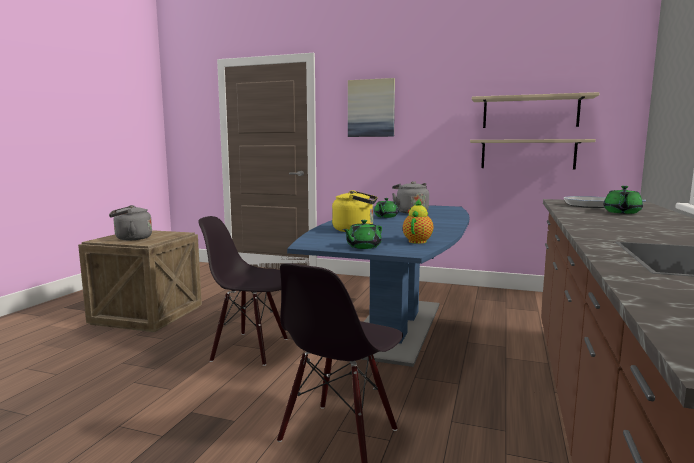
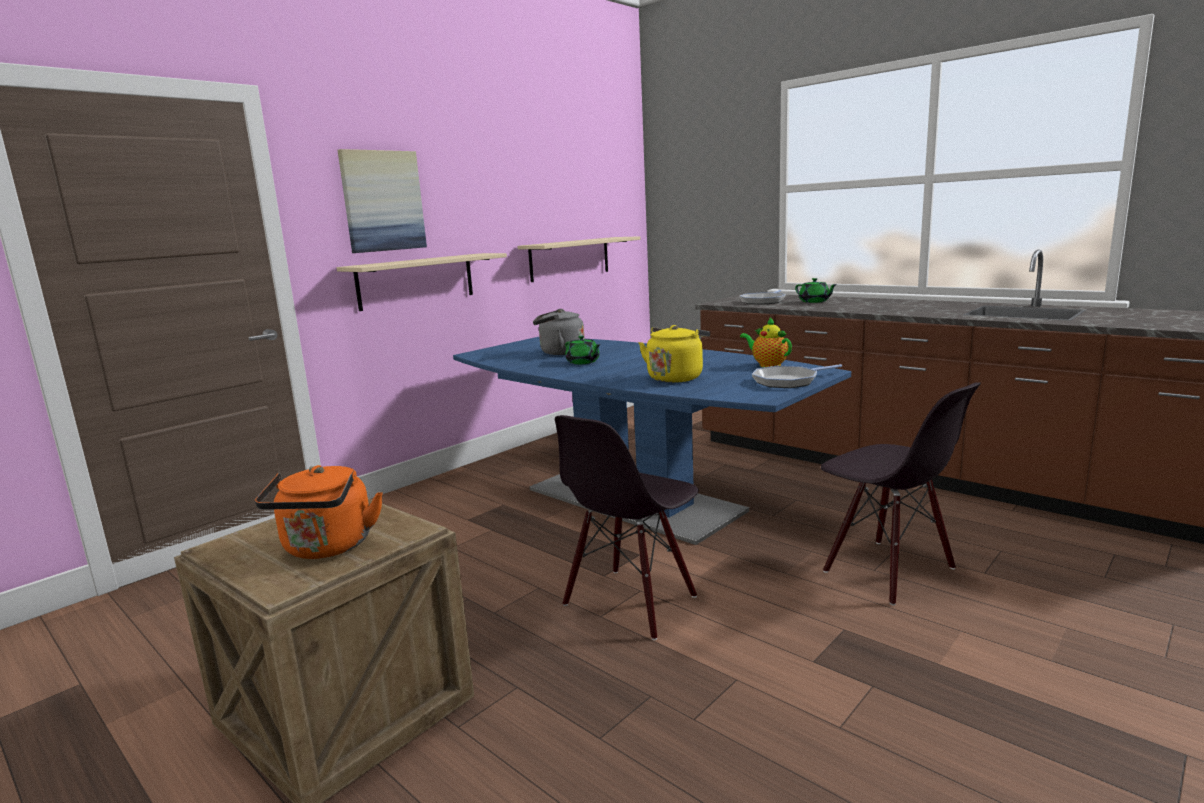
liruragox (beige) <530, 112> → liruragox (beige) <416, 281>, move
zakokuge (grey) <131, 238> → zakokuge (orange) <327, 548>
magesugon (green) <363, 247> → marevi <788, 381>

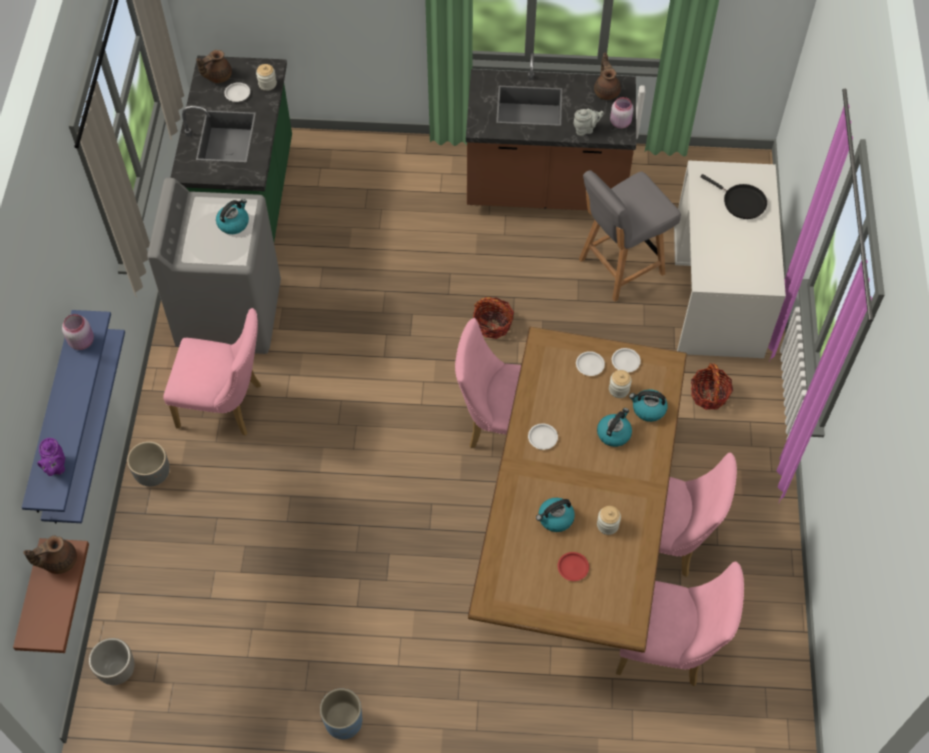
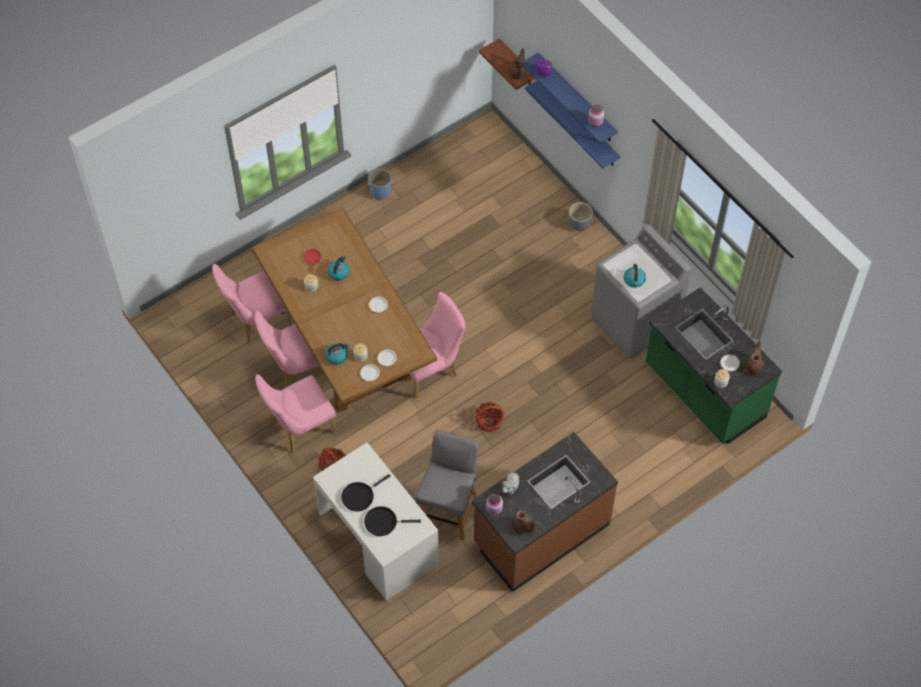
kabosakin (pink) <226, 406> → kabosakin (pink) <299, 428>, move
zakokuge <614, 433> → -
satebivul <117, 671> → -
- → marevi (black) <359, 496>

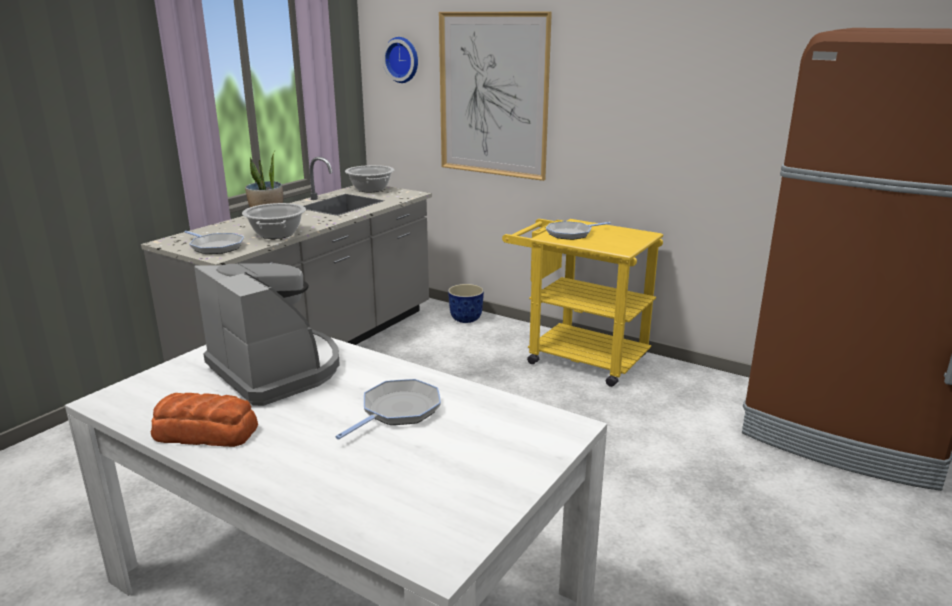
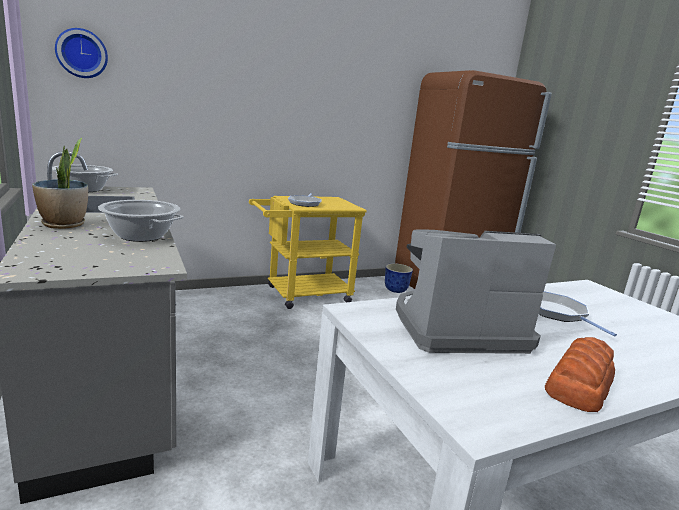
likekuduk <493, 95> → -
marevi <215, 247> → -
satebivul <466, 319> → satebivul <395, 290>, move

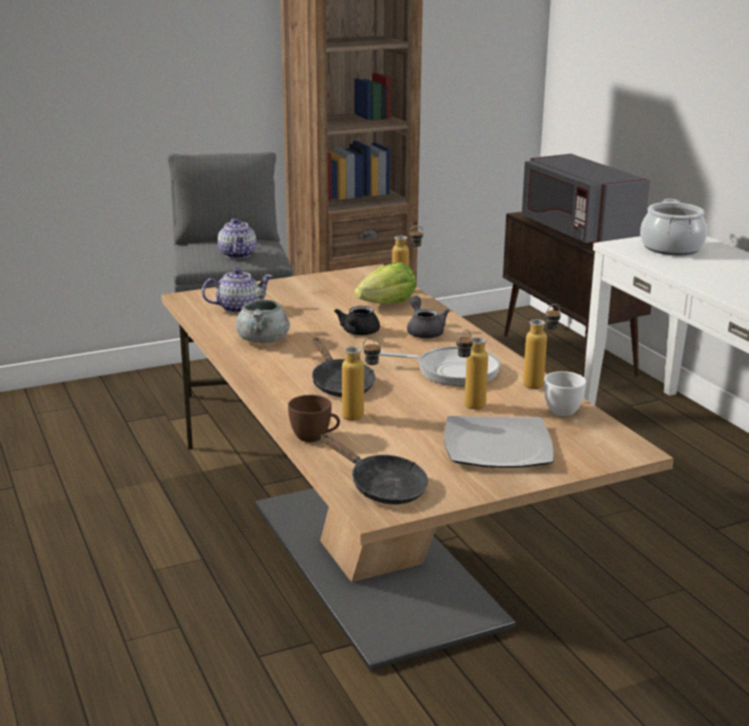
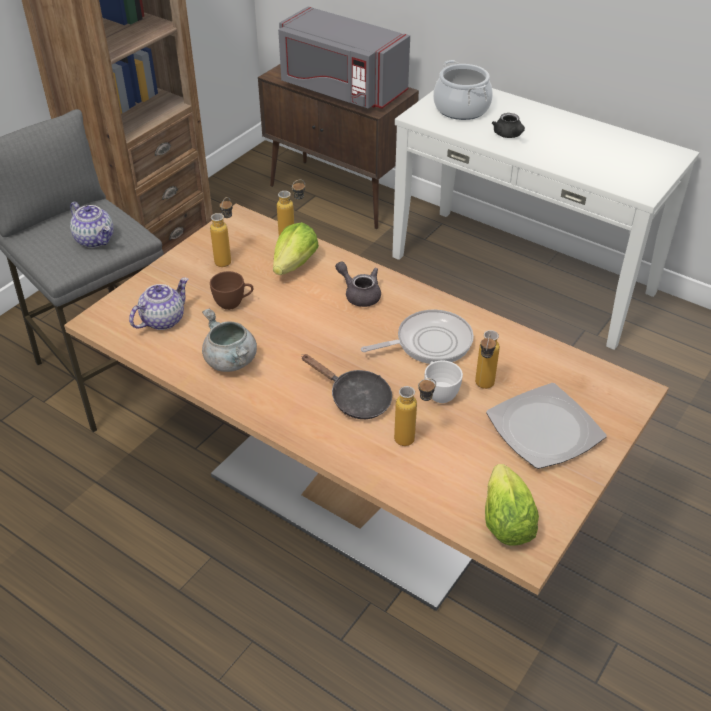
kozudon <540, 383> → kozudon <227, 259>, move
magesugon (black) <358, 333> → magesugon (black) <509, 135>, move
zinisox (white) <562, 409> → zinisox (white) <439, 392>, move
zinisox (brown) <315, 437> → zinisox (brown) <233, 303>, move
marevi (black) <382, 487> → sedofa <506, 522>

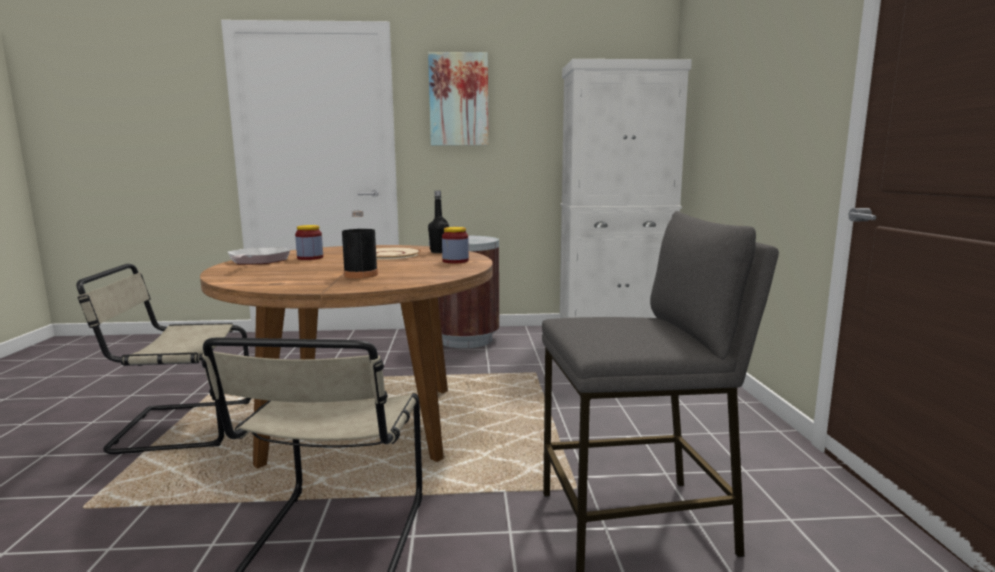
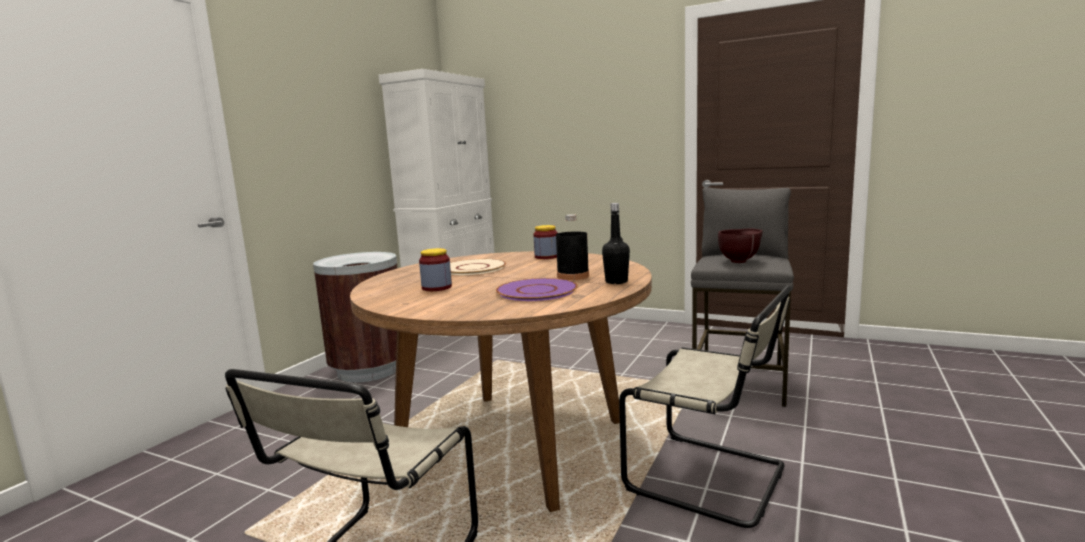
likekuduk <458, 100> → -
kozudon (black) <439, 252> → kozudon (black) <616, 282>, move
marevi <257, 261> → -
- → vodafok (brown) <740, 261>
- → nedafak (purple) <537, 291>

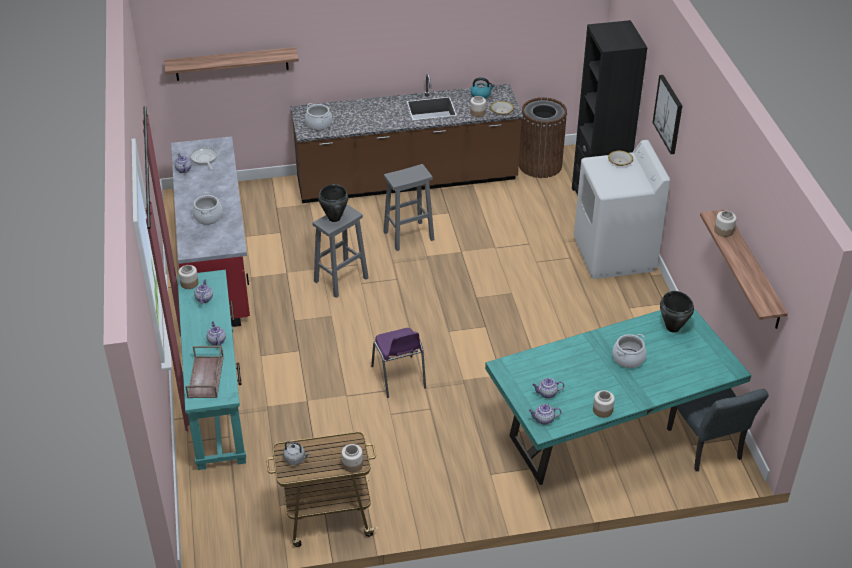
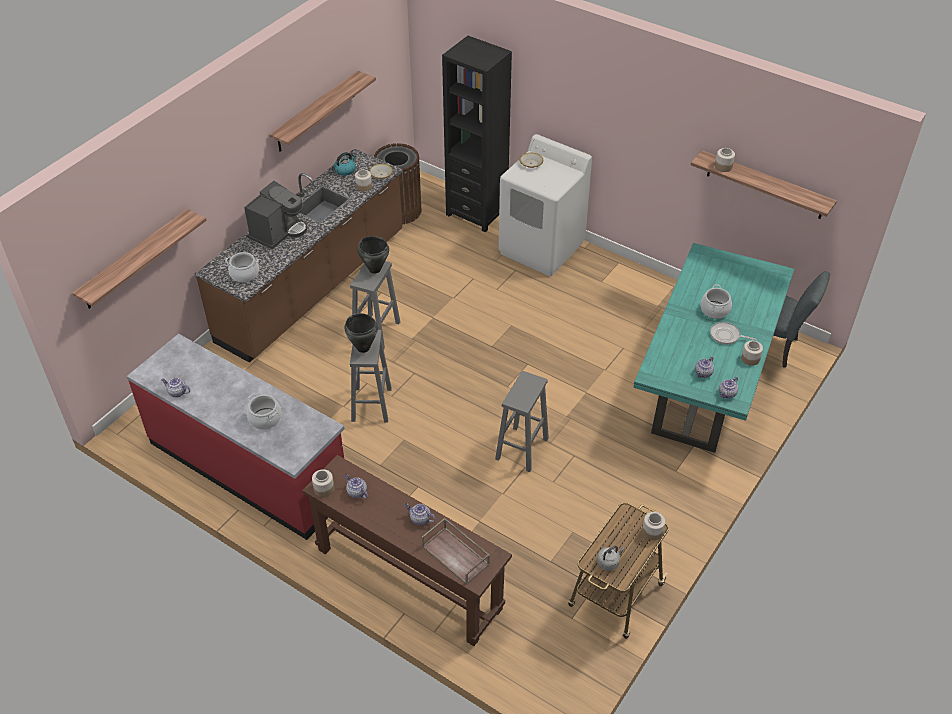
likekuduk <669, 114> → -
marevi <204, 159> → marevi <726, 336>, move
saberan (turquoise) <216, 400> → saberan (brown) <408, 578>
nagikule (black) <673, 327> → nagikule (black) <374, 269>, move
kabosakin (purple) <399, 378> → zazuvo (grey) <521, 449>
- → liruragox <316, 112>
- → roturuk <278, 232>

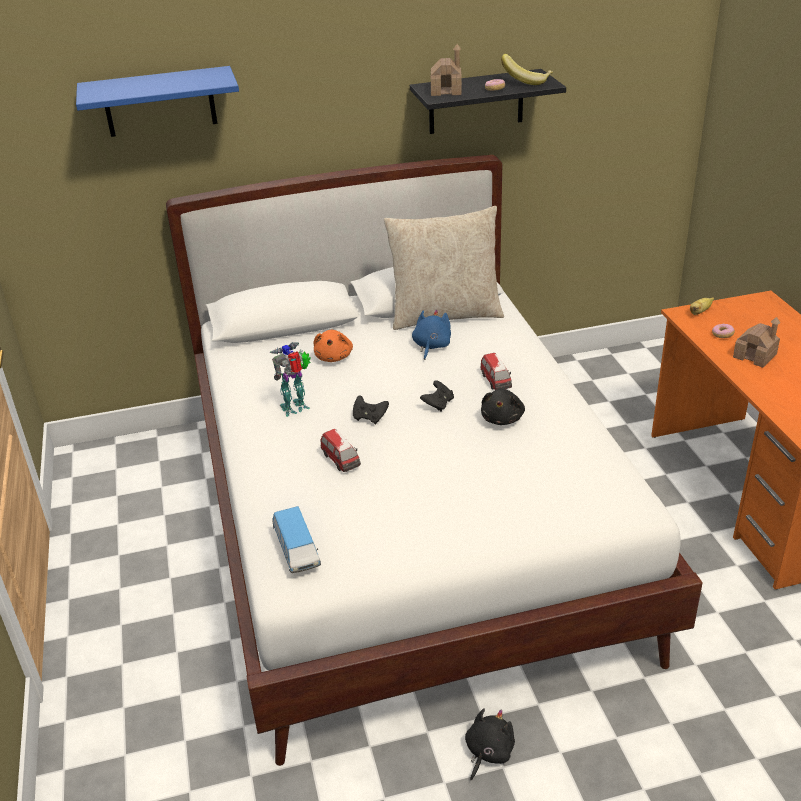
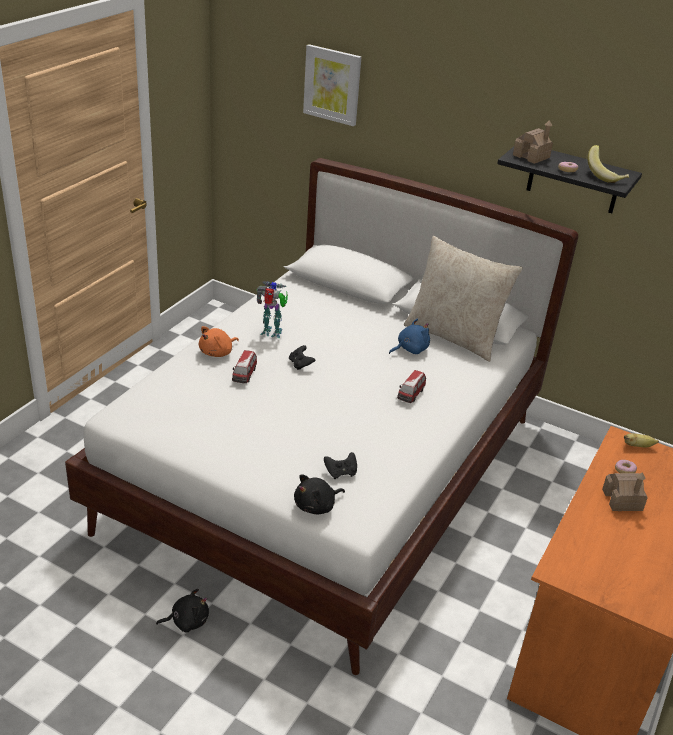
liruragox (blue) <159, 102> → likekuduk <332, 85>
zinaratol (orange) <334, 357> → zinaratol (orange) <217, 352>, move
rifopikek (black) <438, 404> → rifopikek (black) <340, 473>, move
zinaratol (black) <502, 418> → zinaratol (black) <316, 506>, move
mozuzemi <297, 550> → -

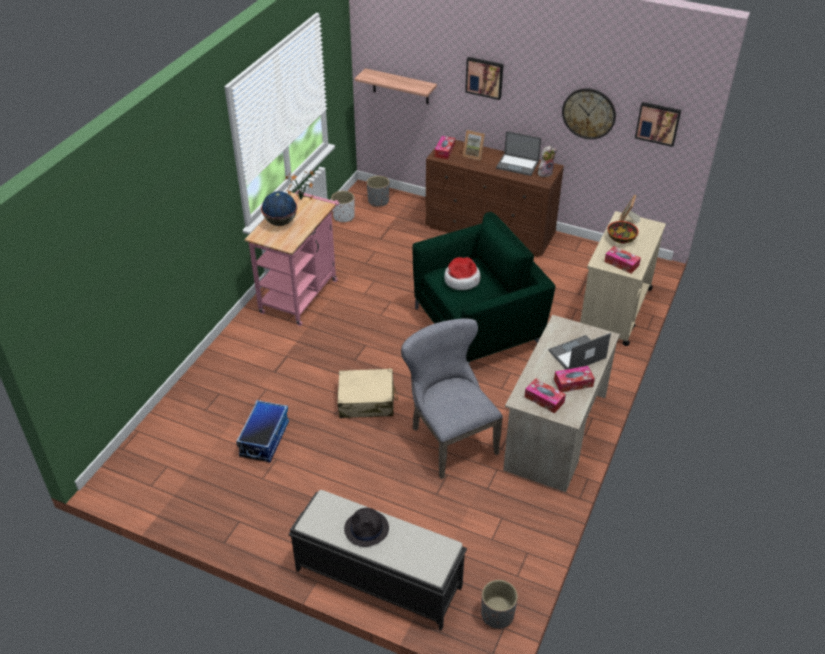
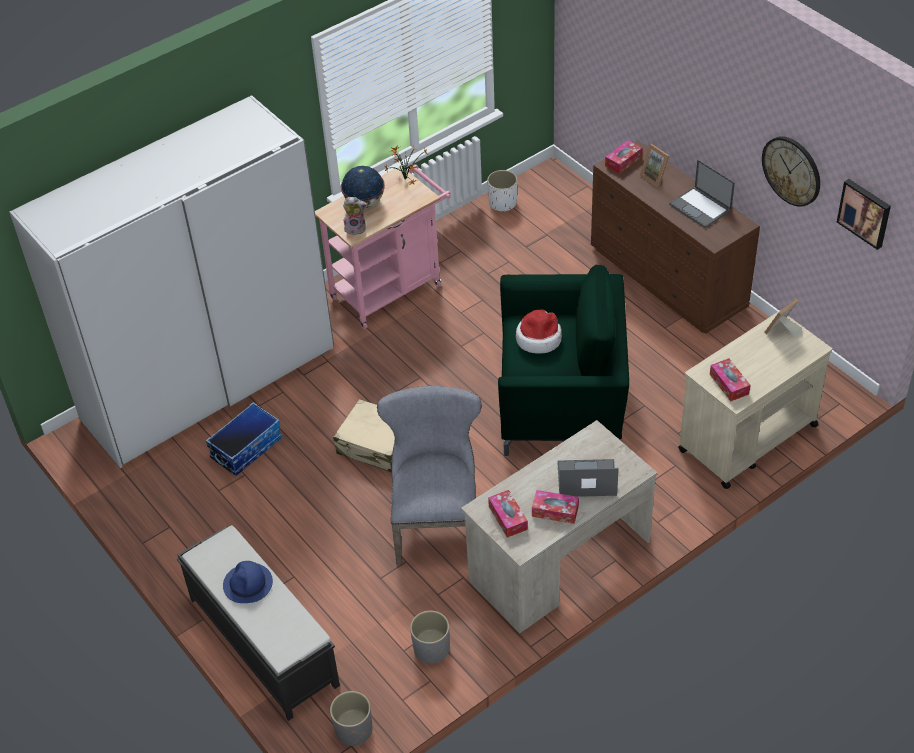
likekuduk <484, 77> → -
liruragox <400, 86> → -
zinaratol <545, 173> → zinaratol <356, 228>, move
satebivul (grey) <378, 201> → satebivul (grey) <431, 649>, move
vodafok <620, 238> → -
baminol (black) <367, 529> → baminol (blue) <248, 584>
- → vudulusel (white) <209, 383>

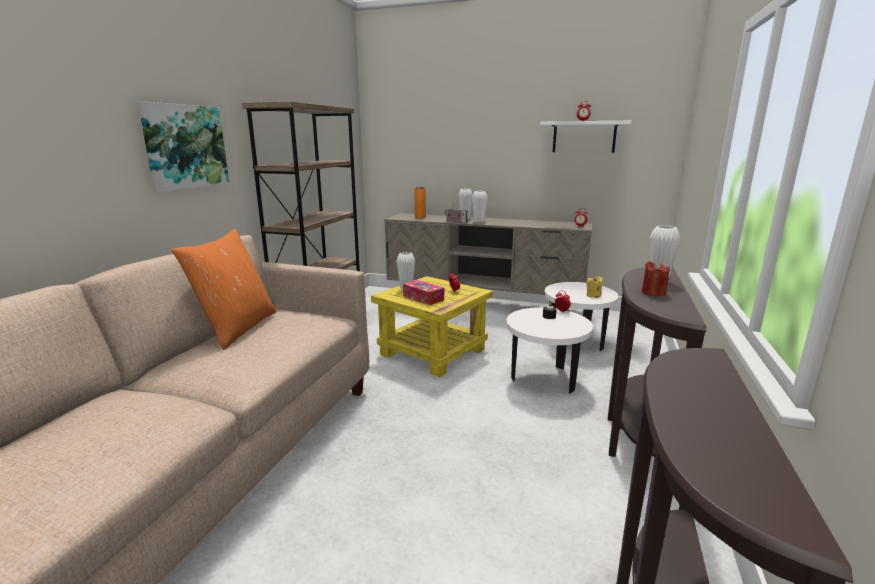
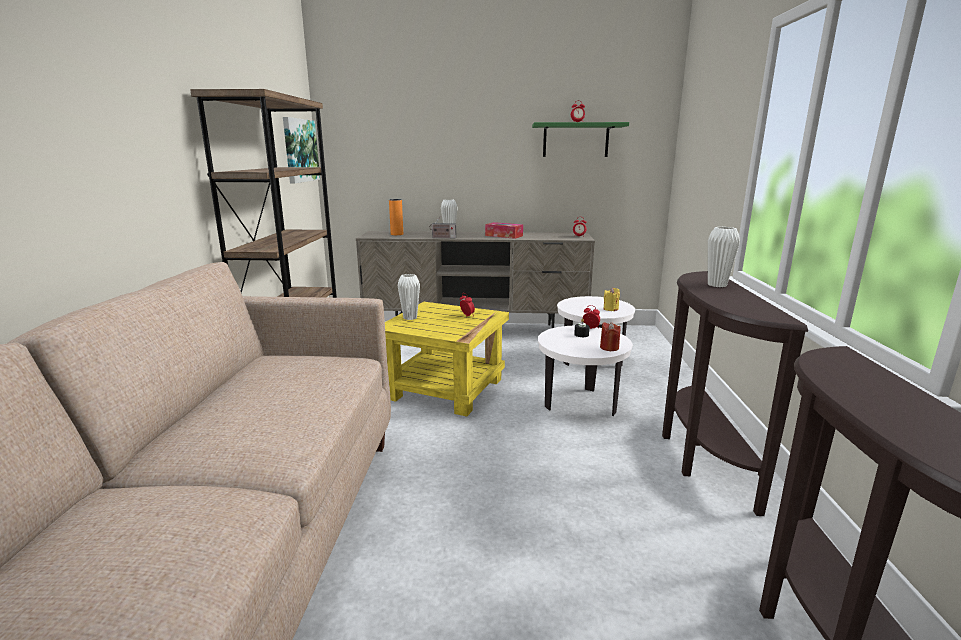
likekuduk <185, 147> → likekuduk <299, 150>, move
liruragox (white) <584, 137> → liruragox (green) <575, 140>
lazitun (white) <479, 221> → -
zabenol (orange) <237, 328> → -
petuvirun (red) <653, 293> → petuvirun (red) <609, 348>, move
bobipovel <423, 298> → bobipovel <504, 236>, move

